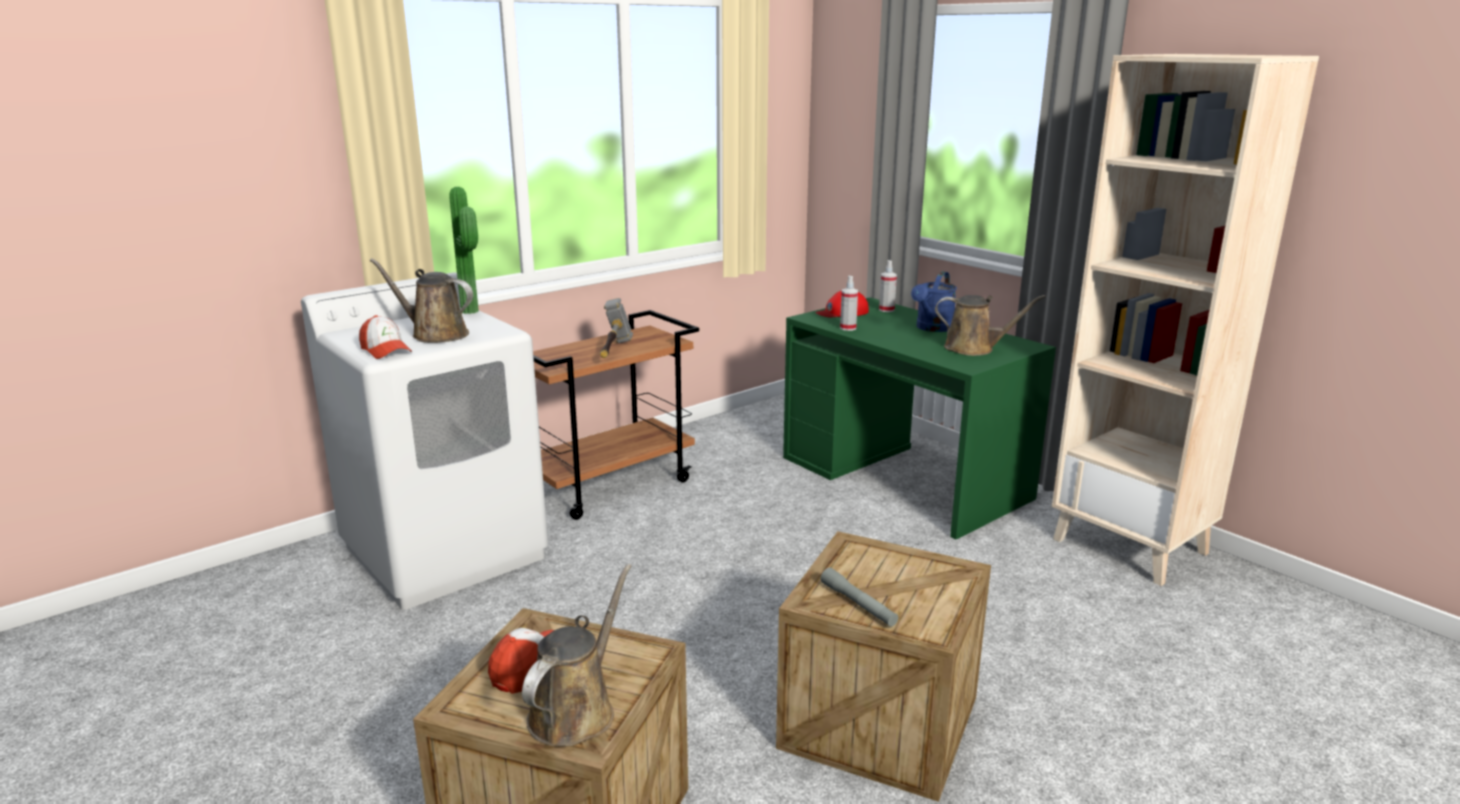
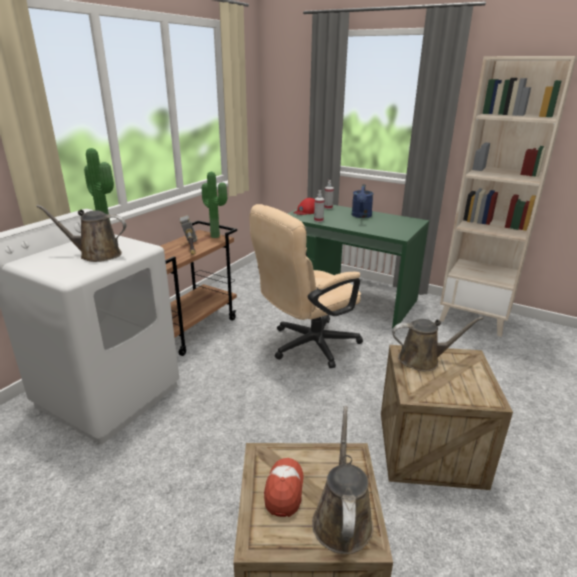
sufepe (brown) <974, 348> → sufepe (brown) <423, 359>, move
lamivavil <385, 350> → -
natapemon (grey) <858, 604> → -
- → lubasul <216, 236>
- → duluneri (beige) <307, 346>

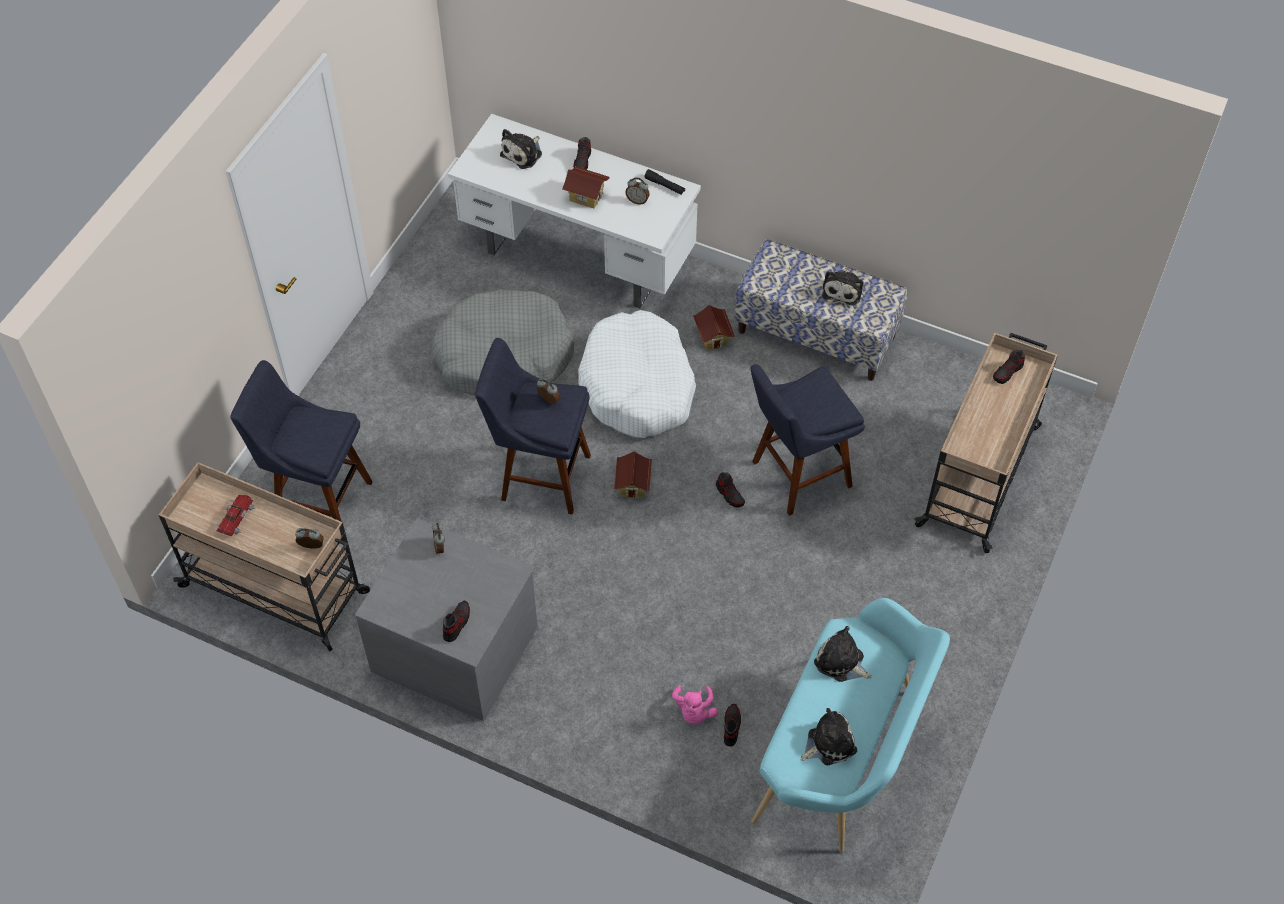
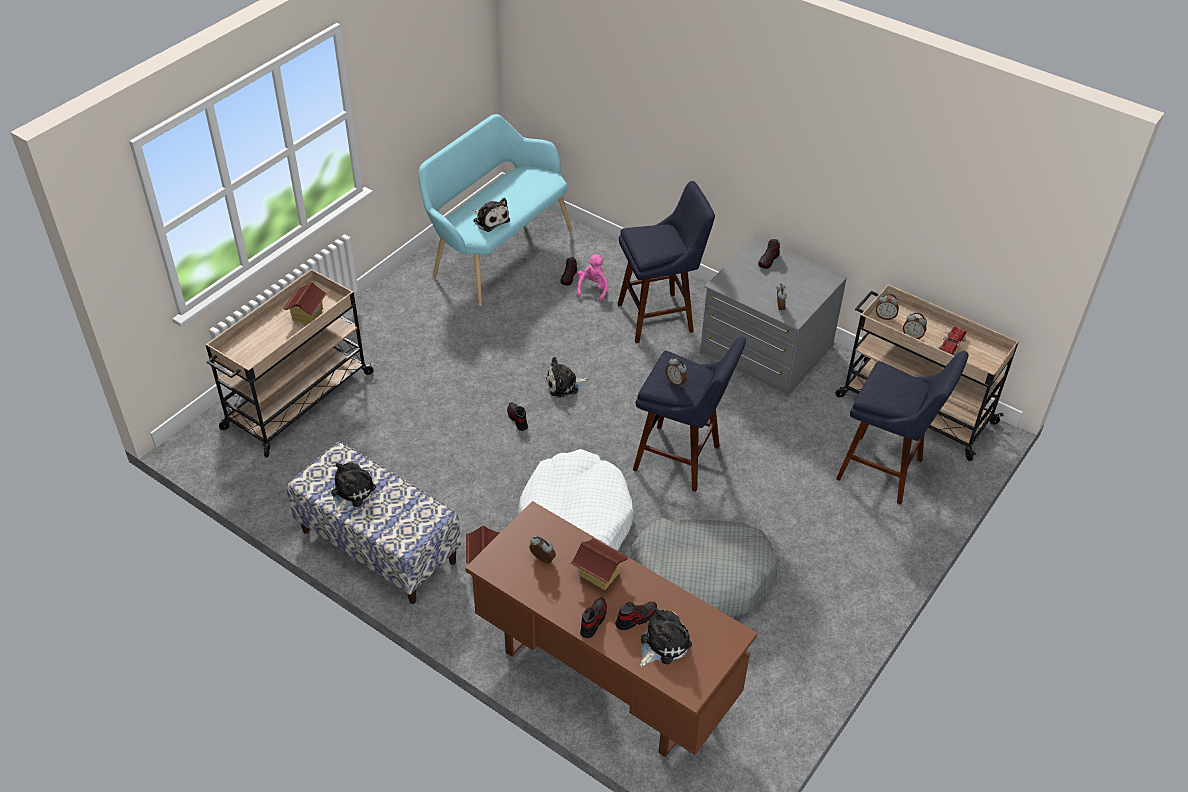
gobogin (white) <578, 257> → gobogin (brown) <603, 677>
natapemon (black) <665, 186> → -
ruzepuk <1007, 372> → ruzepuk <636, 618>, move
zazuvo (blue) <796, 476> → zazuvo (blue) <660, 317>, move
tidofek <633, 485> → tidofek <307, 315>, move
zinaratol <828, 743> → zinaratol <564, 385>, move
- → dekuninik <912, 336>

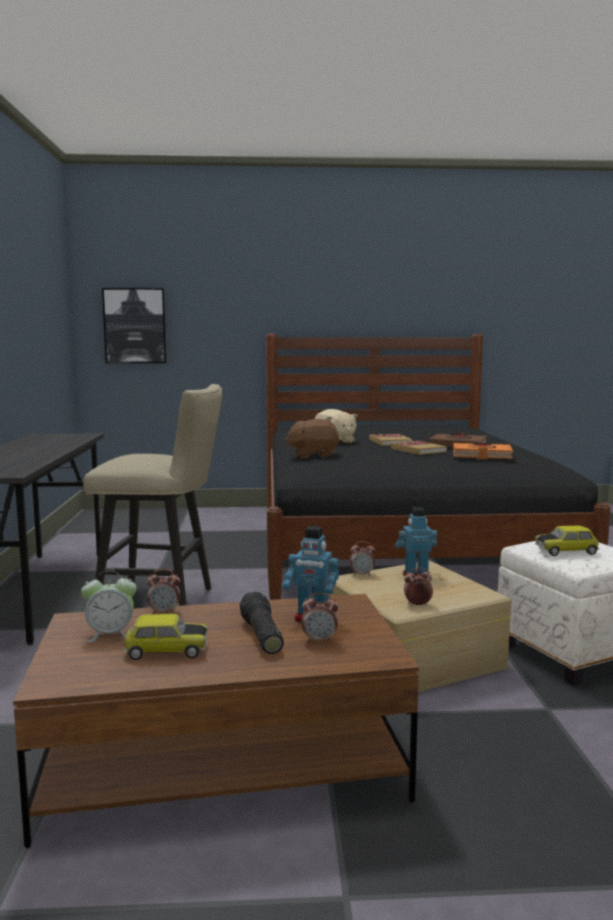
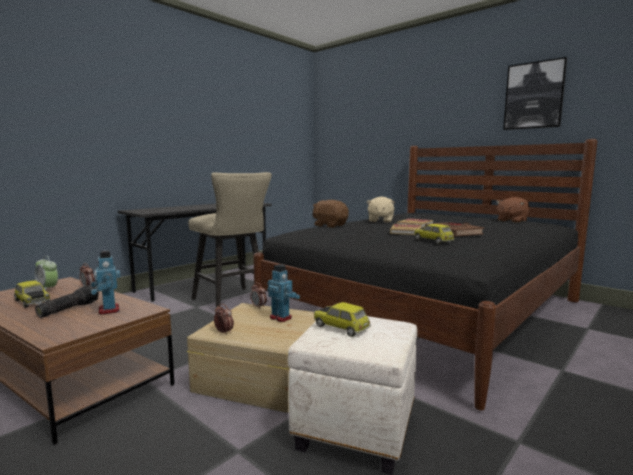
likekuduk <135, 326> → likekuduk <534, 95>, move
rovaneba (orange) <481, 456> → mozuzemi <434, 241>
dekuninik <319, 640> → -
- → zinaratol (brown) <511, 221>

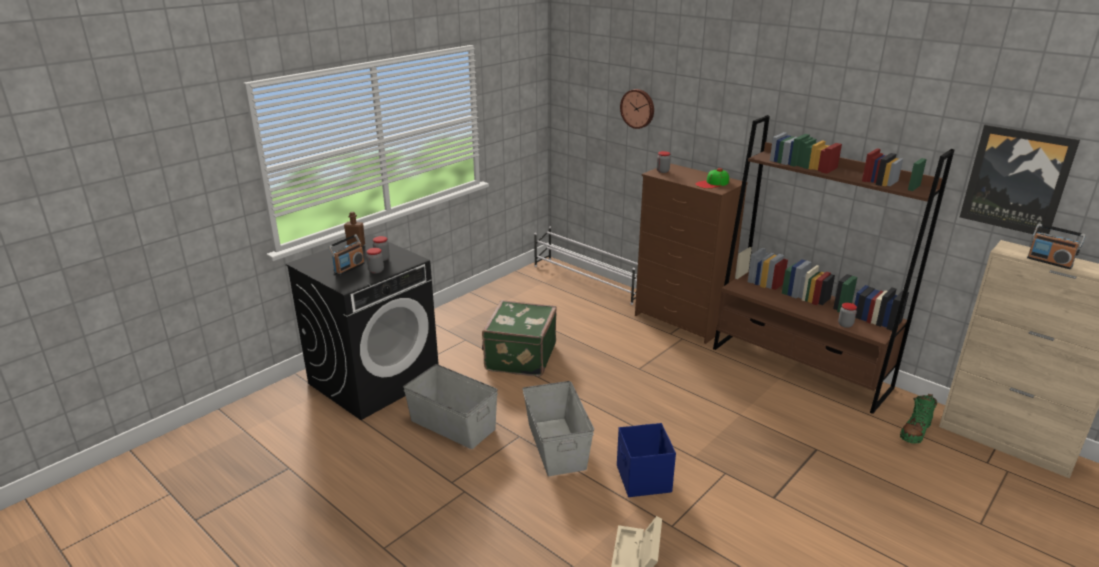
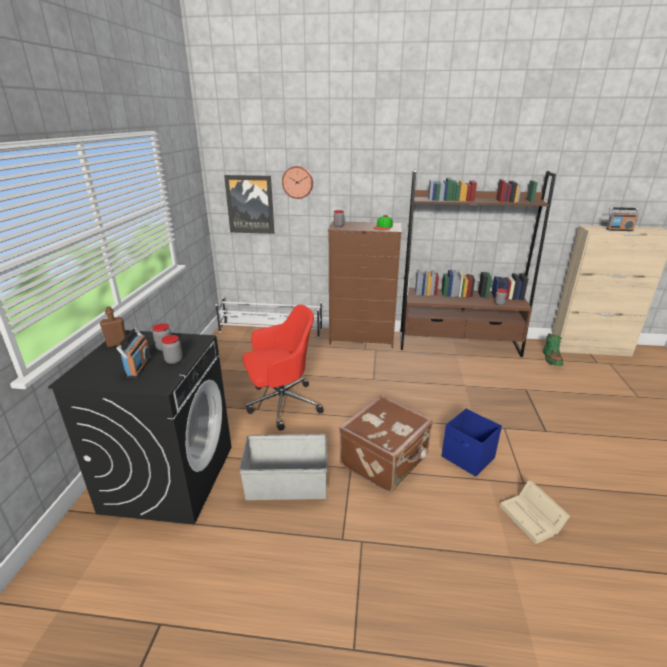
likekuduk <1016, 180> → likekuduk <250, 204>, move
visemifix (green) <519, 357> → duluneri (red) <281, 404>
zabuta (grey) <557, 445> → visemifix (brown) <385, 461>

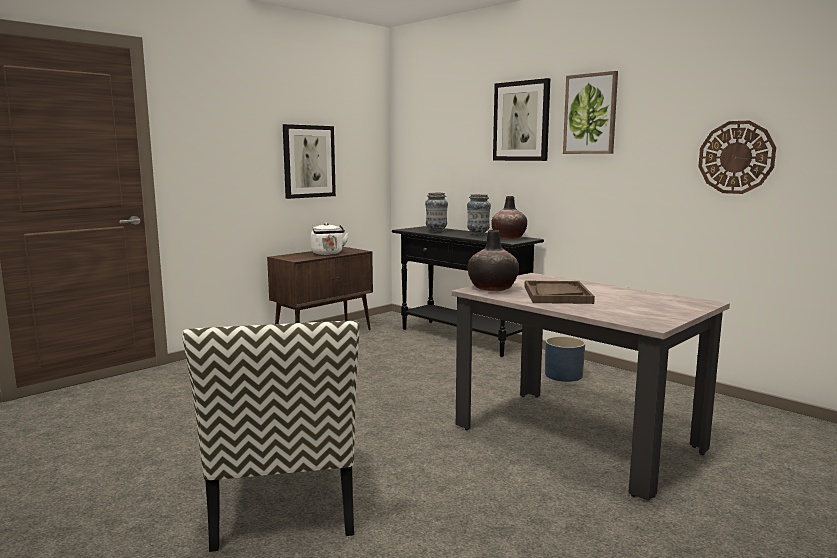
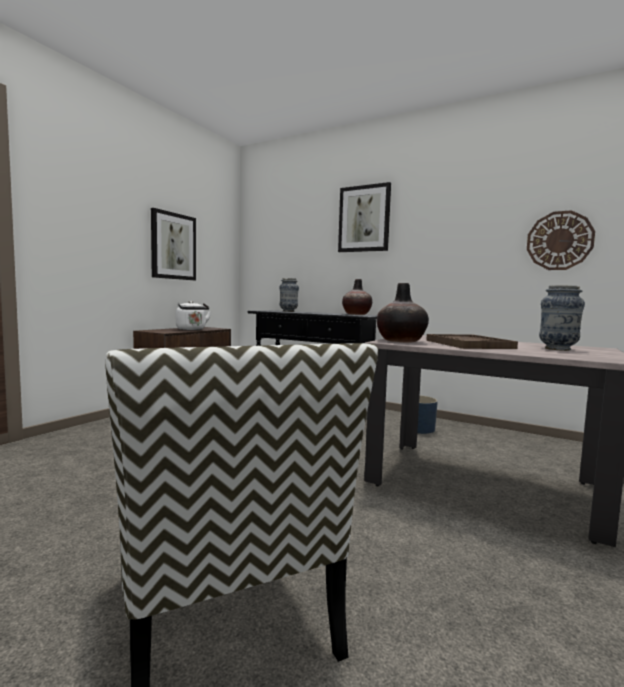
likekuduk <590, 114> → -
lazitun <478, 234> → lazitun <558, 349>, move

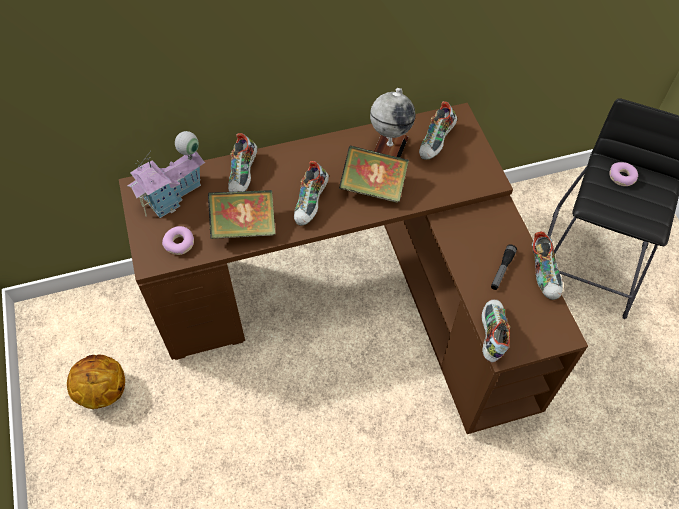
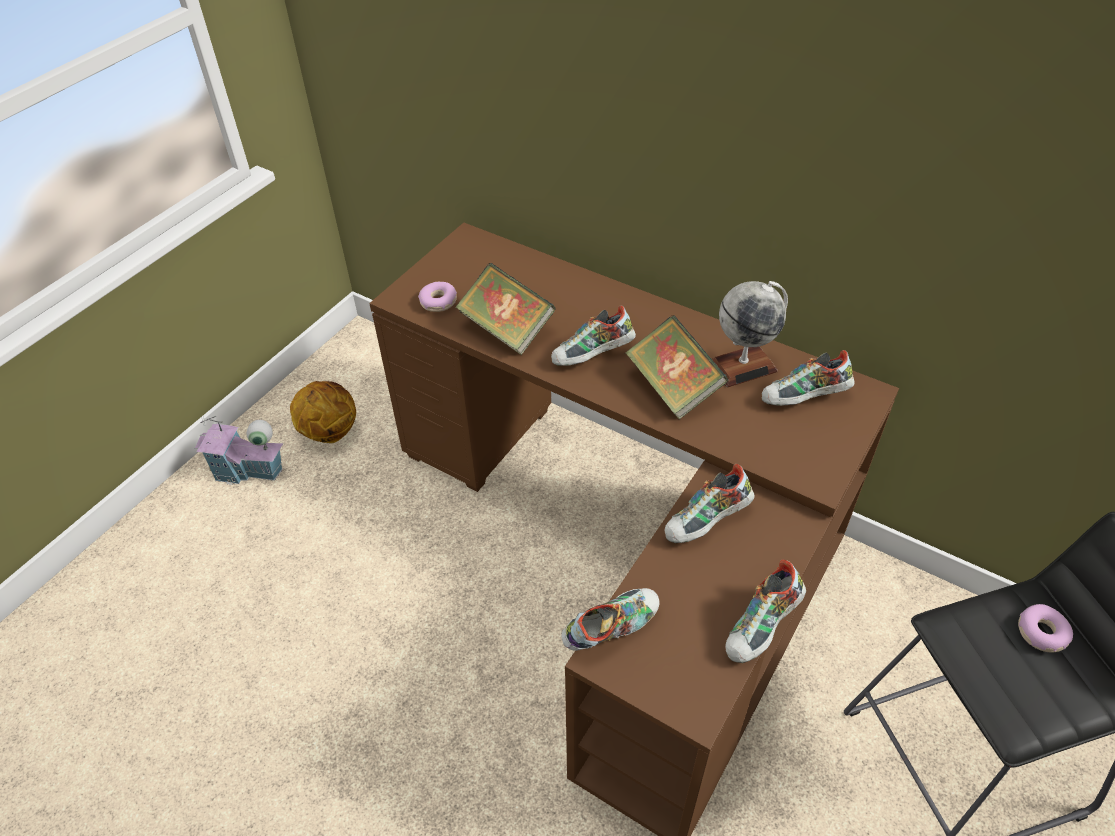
tidofek <174, 195> → tidofek <248, 471>, move
ruzepuk <244, 175> → ruzepuk <707, 523>, move
natapemon <502, 270> → -

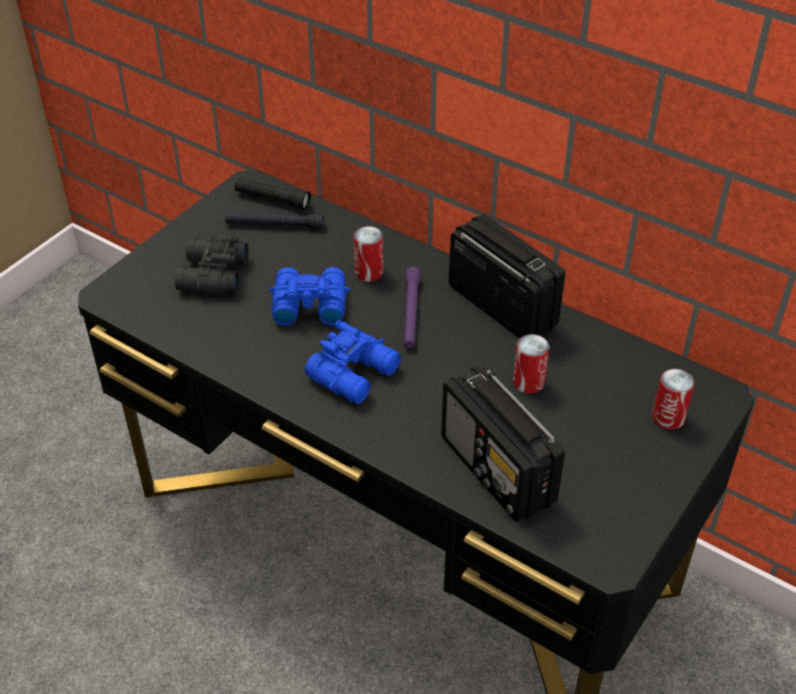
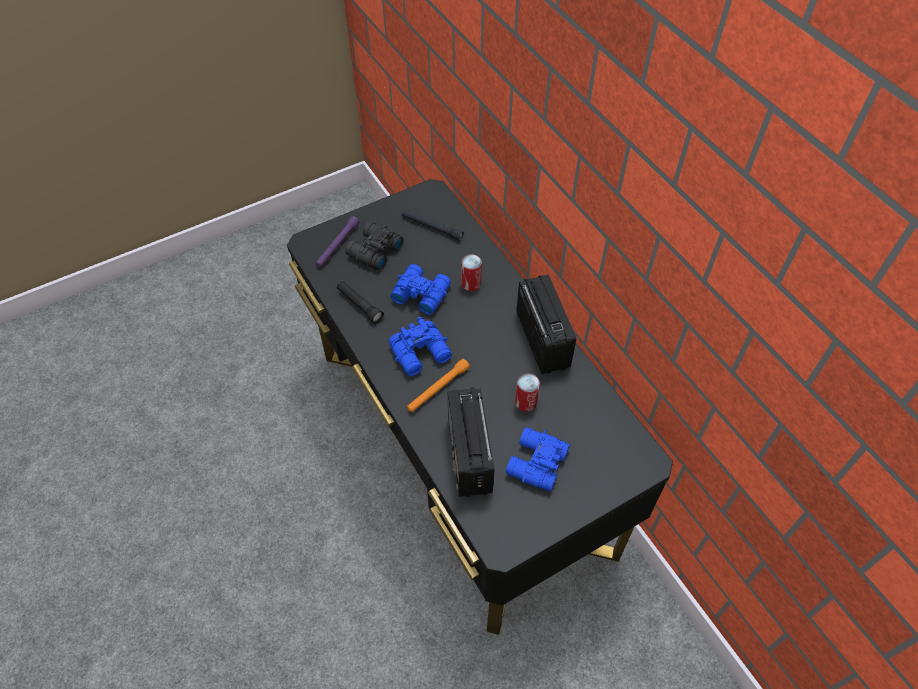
natapemon (black) <272, 200> → natapemon (black) <359, 305>, move
natapemon (purple) <411, 313> → natapemon (purple) <337, 245>, move
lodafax <668, 418> → -
- → natapemon (orange) <438, 389>
- → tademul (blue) <535, 463>

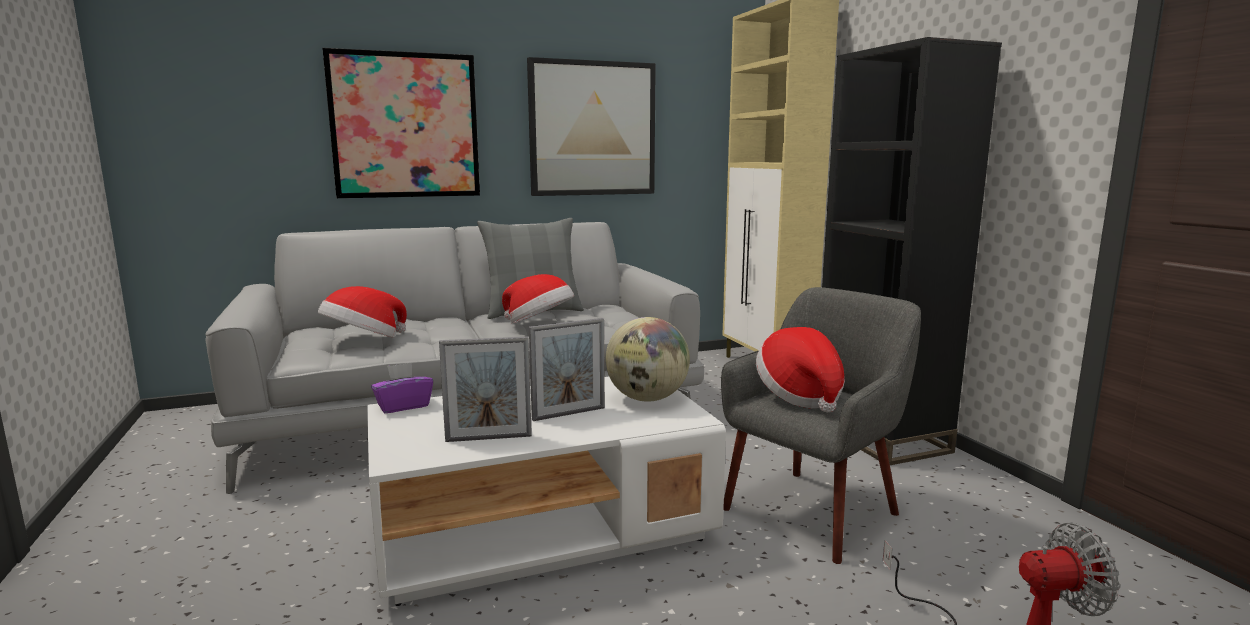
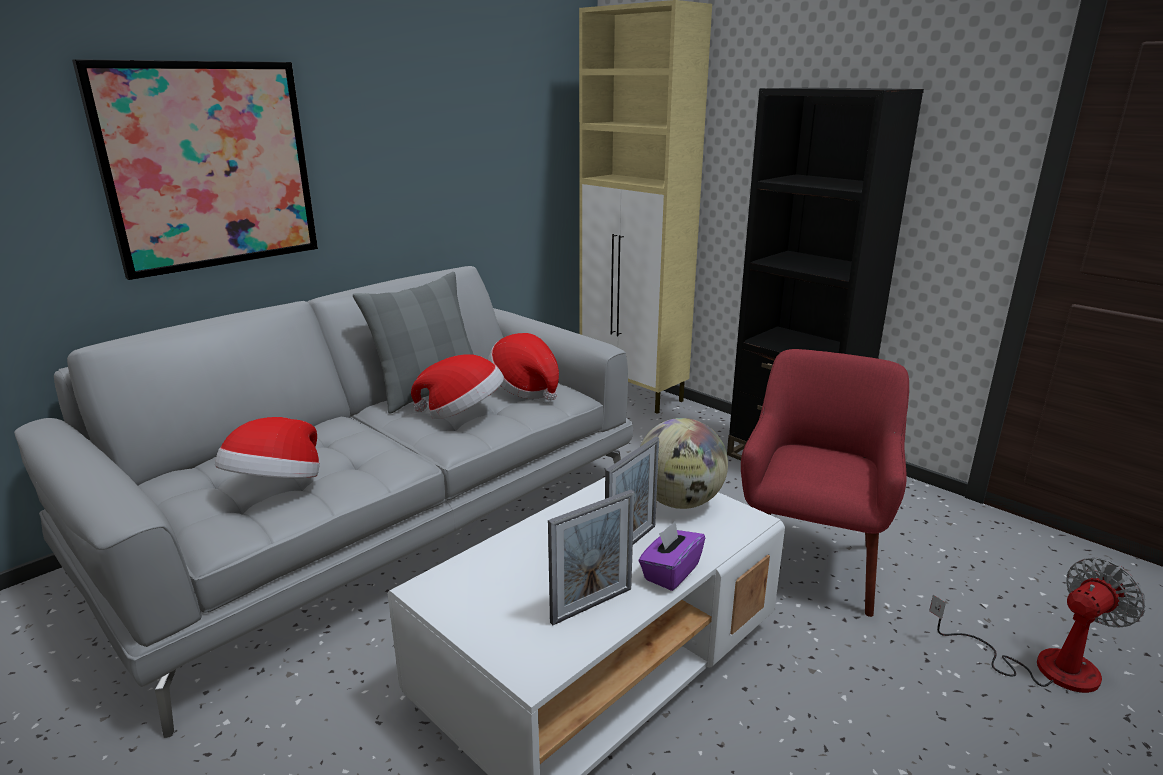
likekuduk <592, 129> → -
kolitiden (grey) <813, 511> → kolitiden (red) <809, 563>
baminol <799, 396> → baminol <525, 388>, move
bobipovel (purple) <403, 406> → bobipovel (purple) <670, 572>, move

